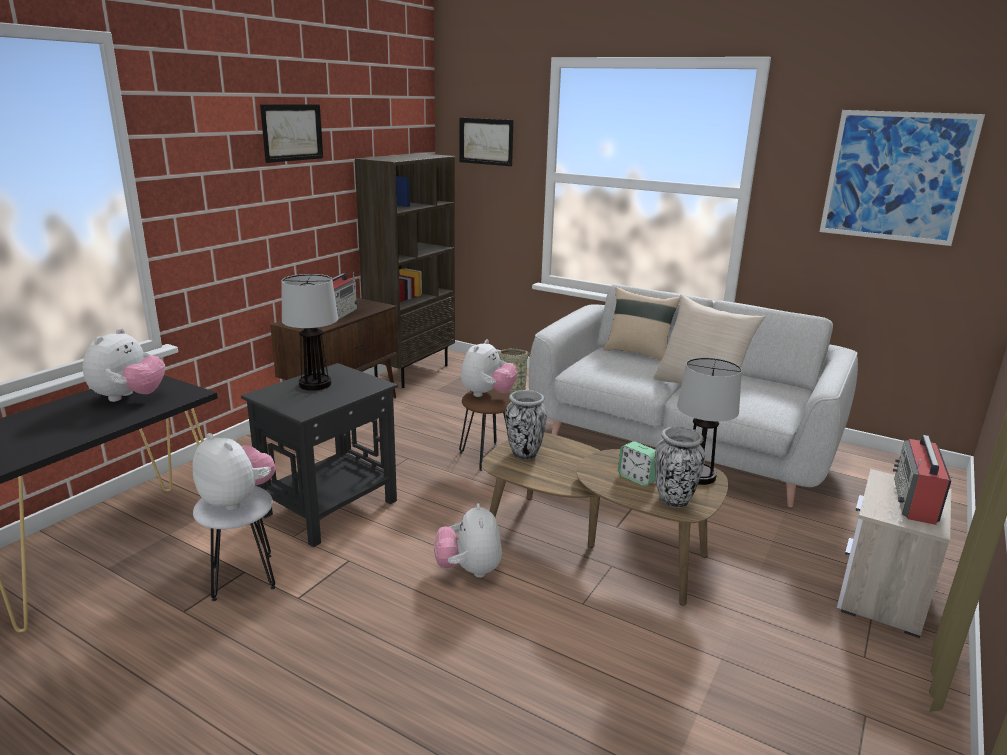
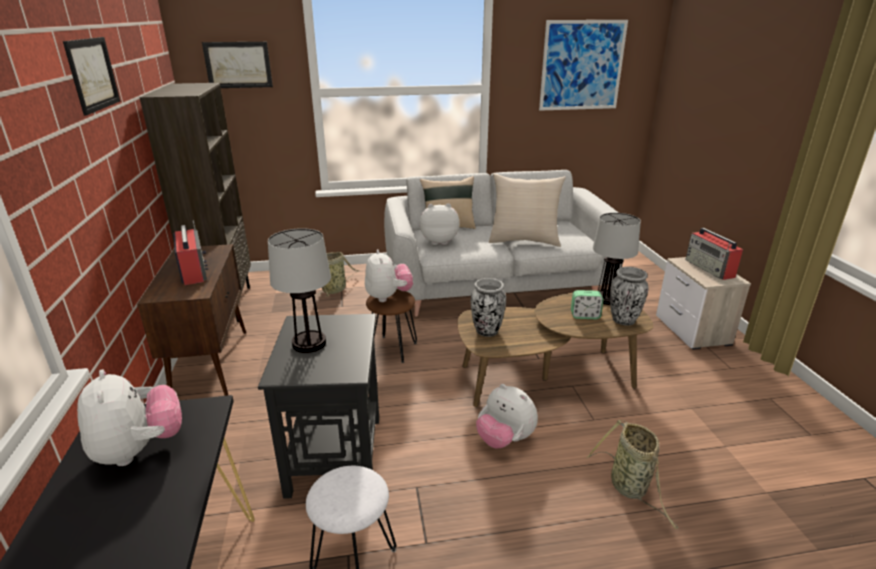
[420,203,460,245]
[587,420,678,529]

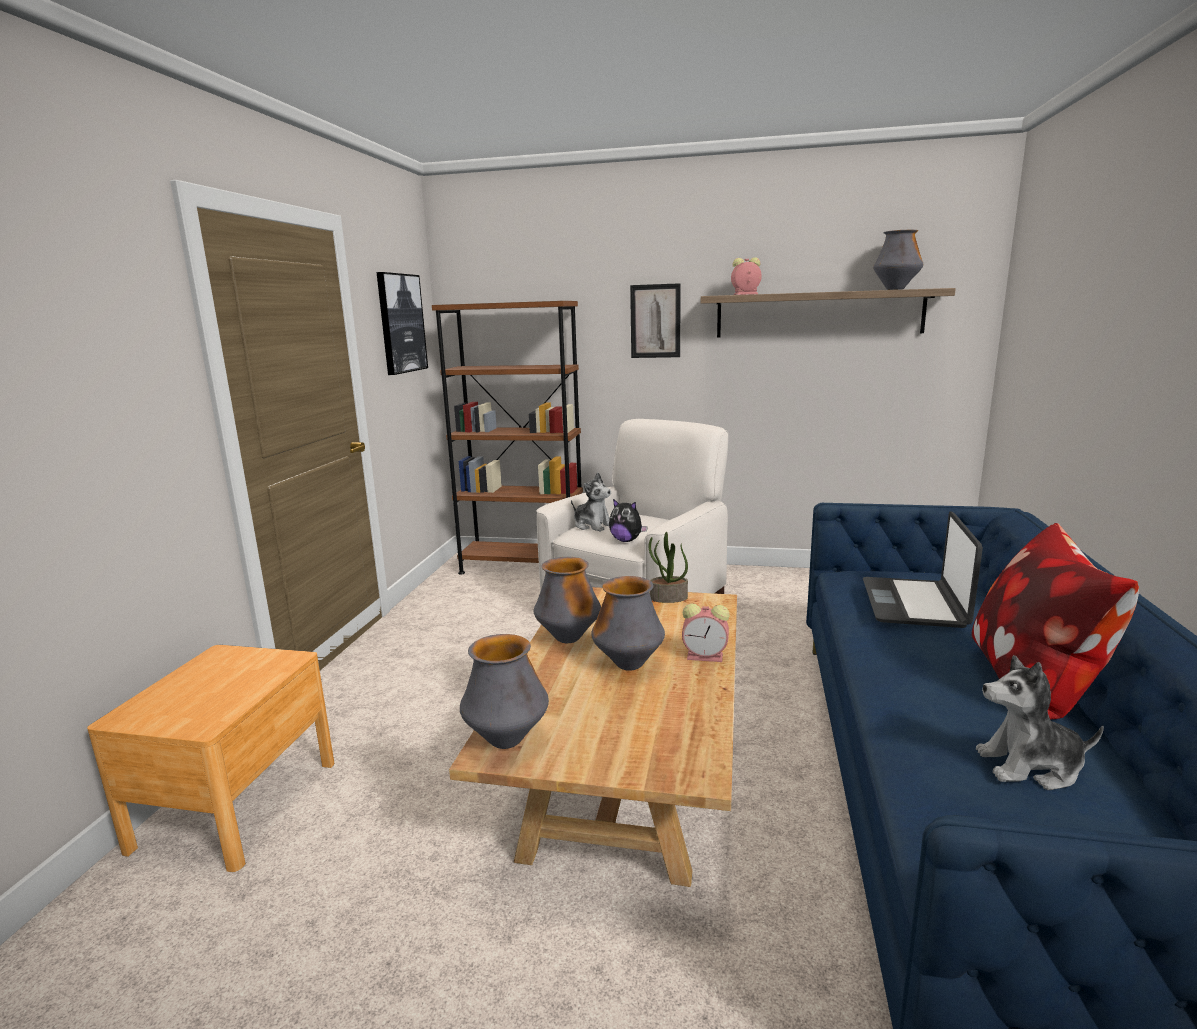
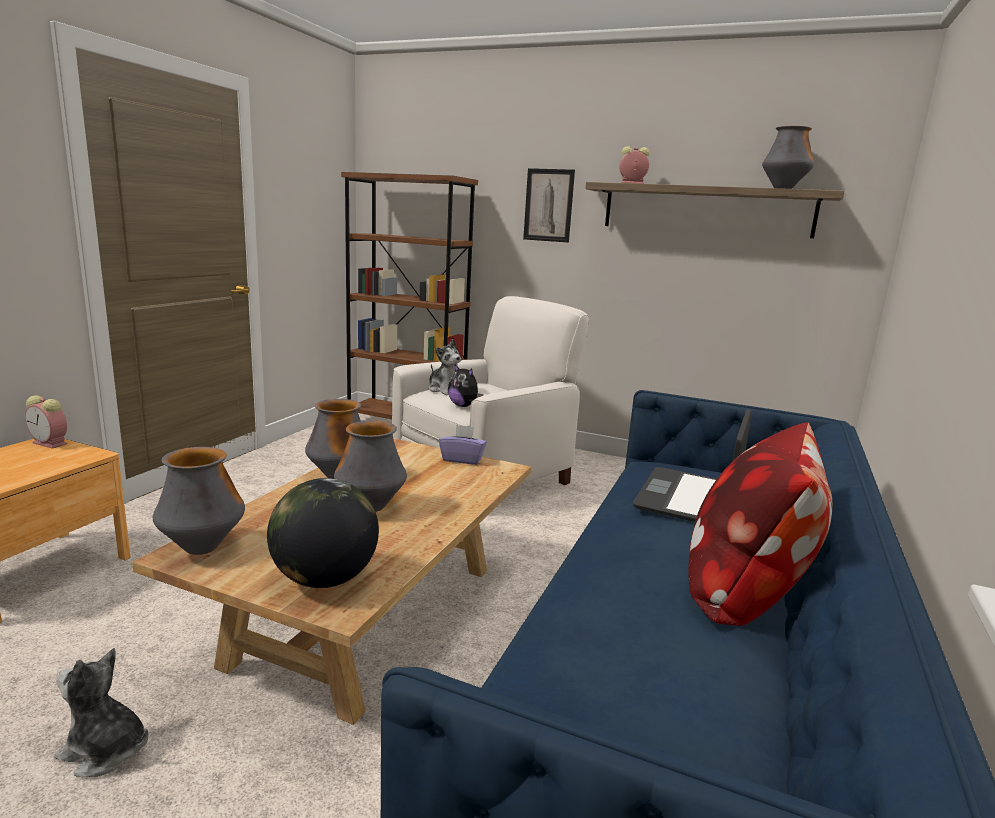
[25,395,67,448]
[54,648,149,777]
[267,478,379,588]
[439,425,487,465]
[377,272,428,375] (first image)

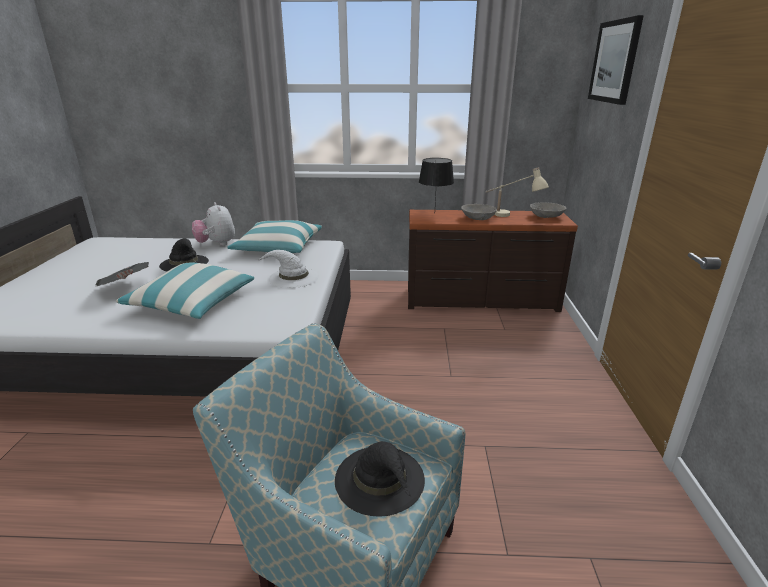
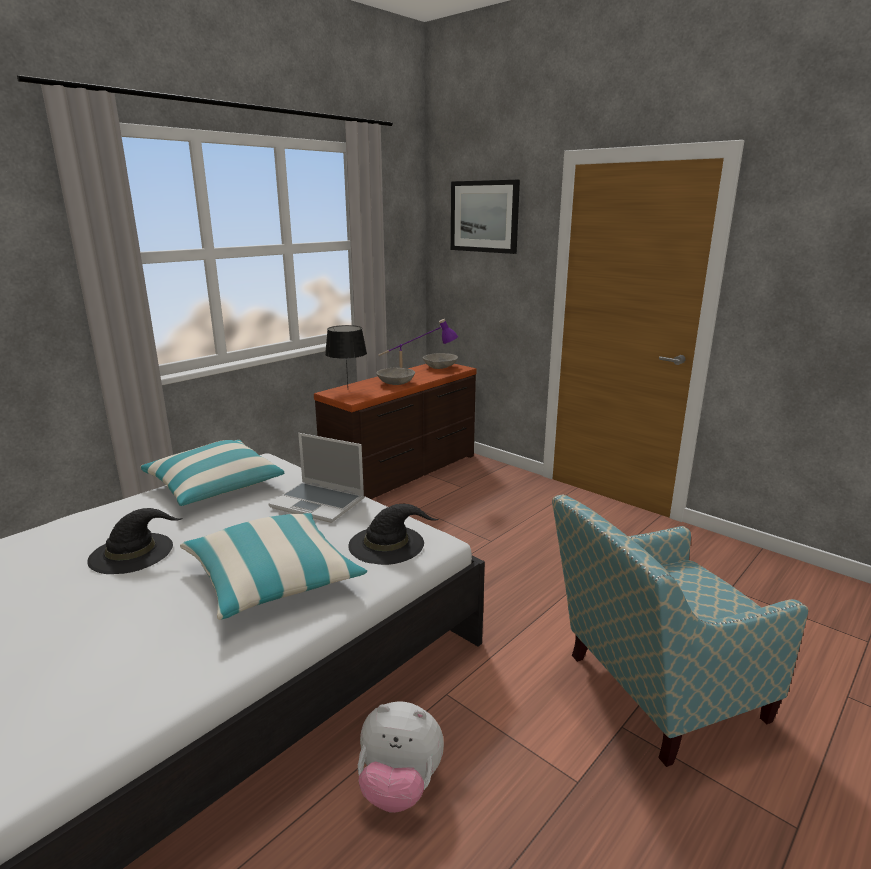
[268,433,364,523]
[348,504,439,565]
[358,701,444,813]
[378,319,458,368]
[95,262,149,286] (first image)

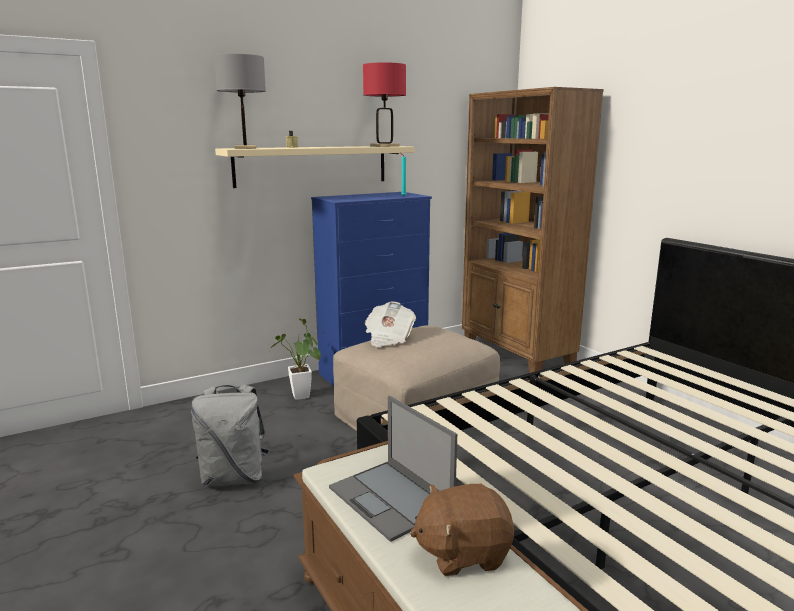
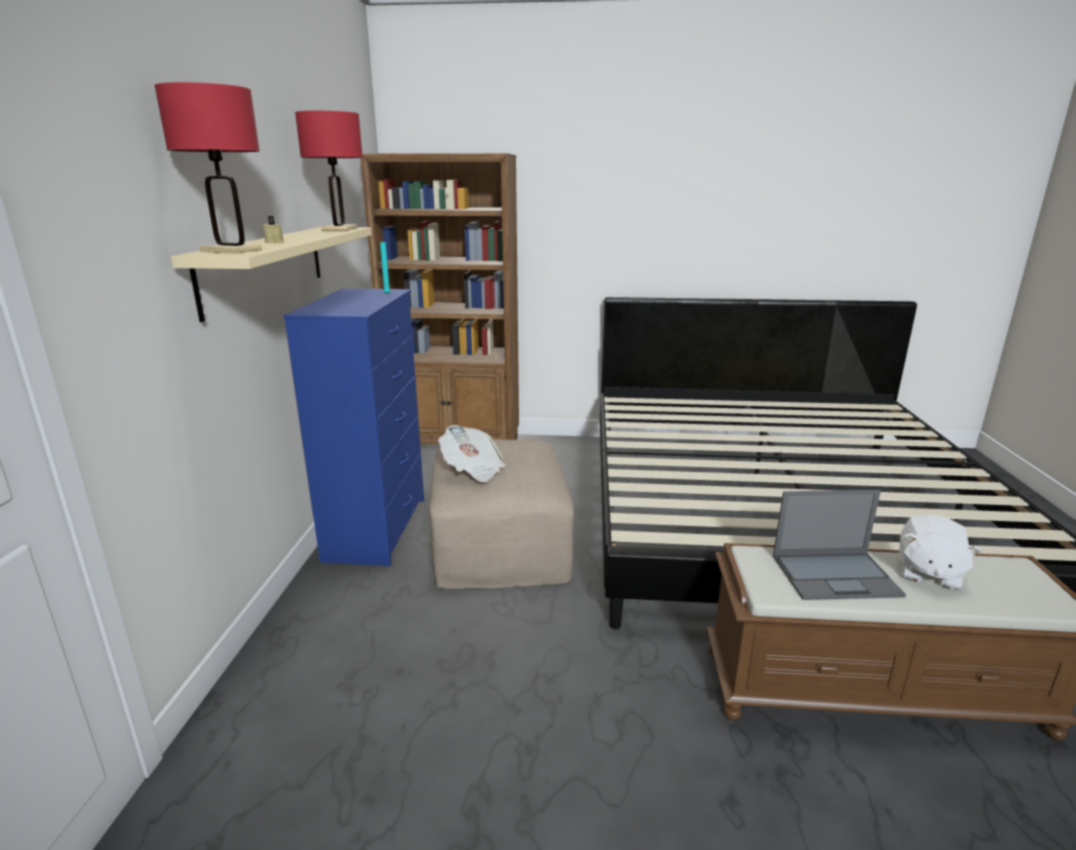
[154,82,262,254]
[899,515,981,590]
[191,384,269,486] (first image)
[269,318,321,400] (first image)

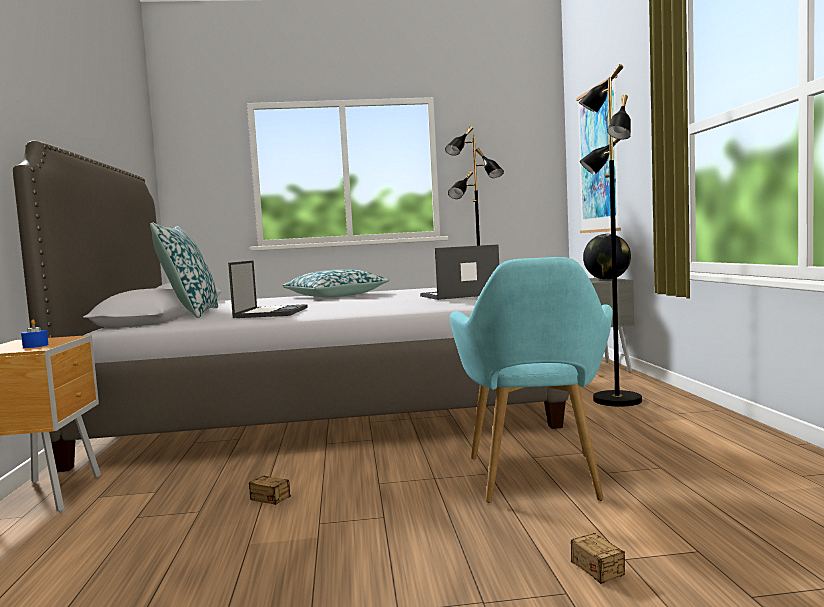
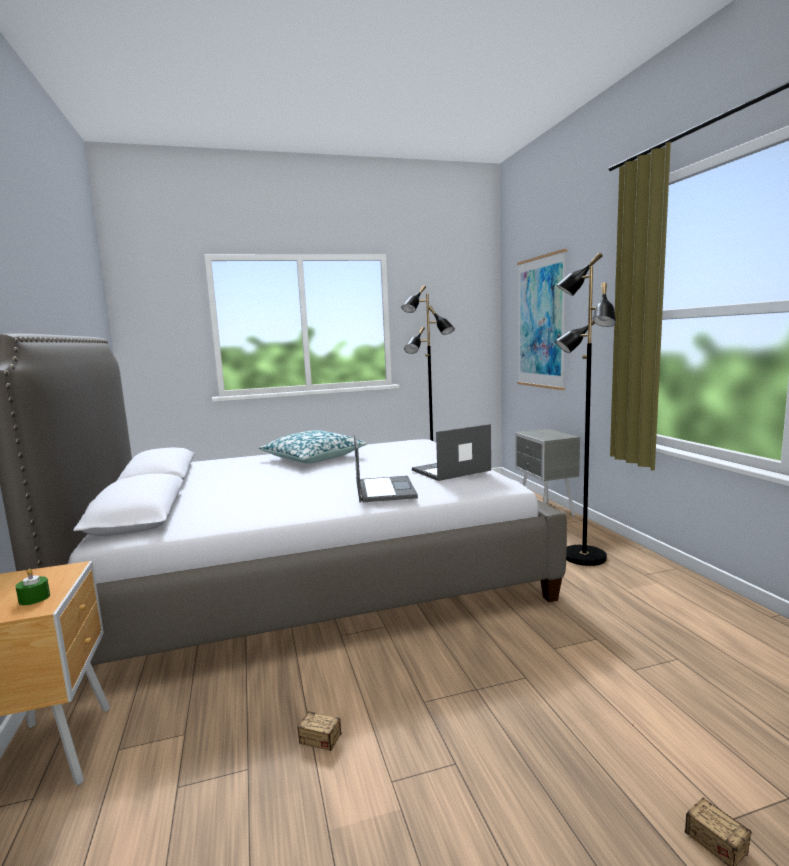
[15,569,50,605]
[354,434,418,503]
[150,223,218,318] (first image)
[450,257,613,503] (first image)
[583,234,631,280] (first image)

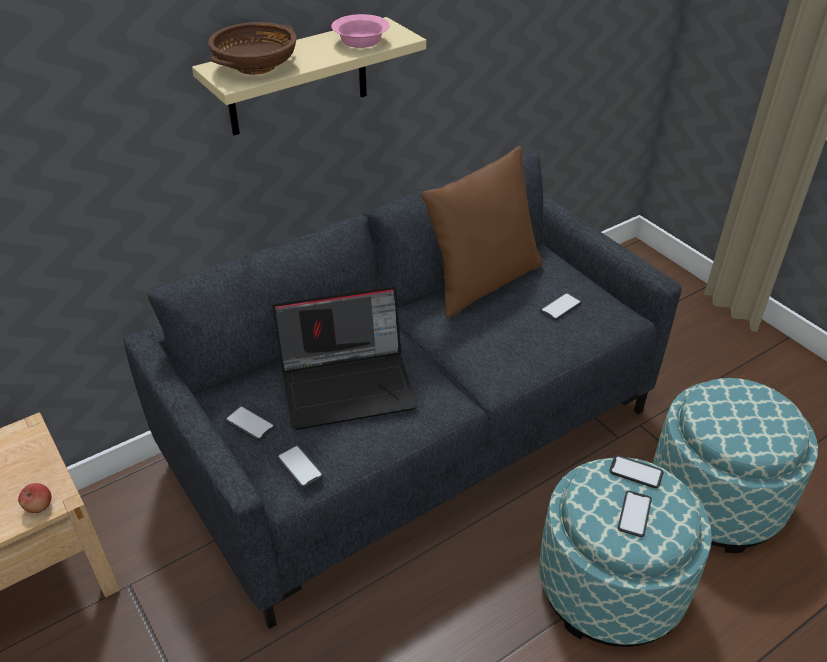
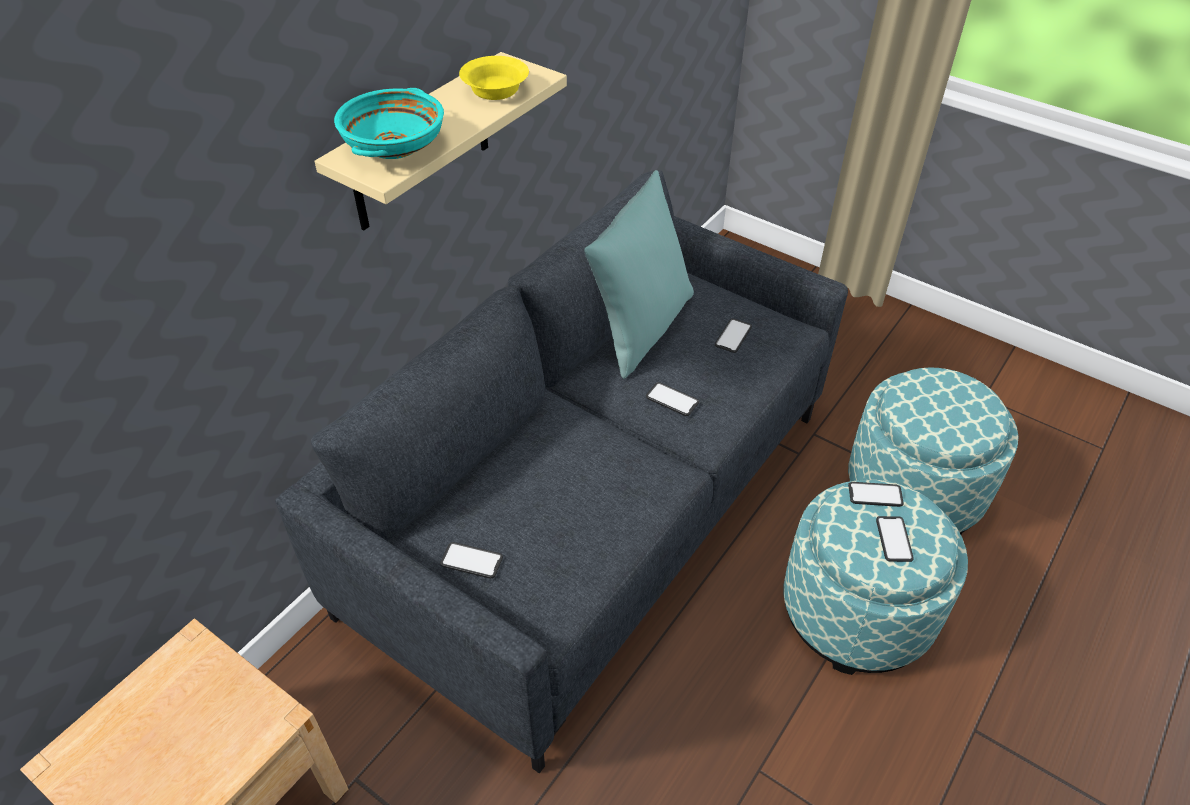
[334,88,444,159]
[459,56,529,100]
[584,170,694,379]
[646,382,699,416]
[18,483,51,513] (first image)
[272,287,418,430] (first image)

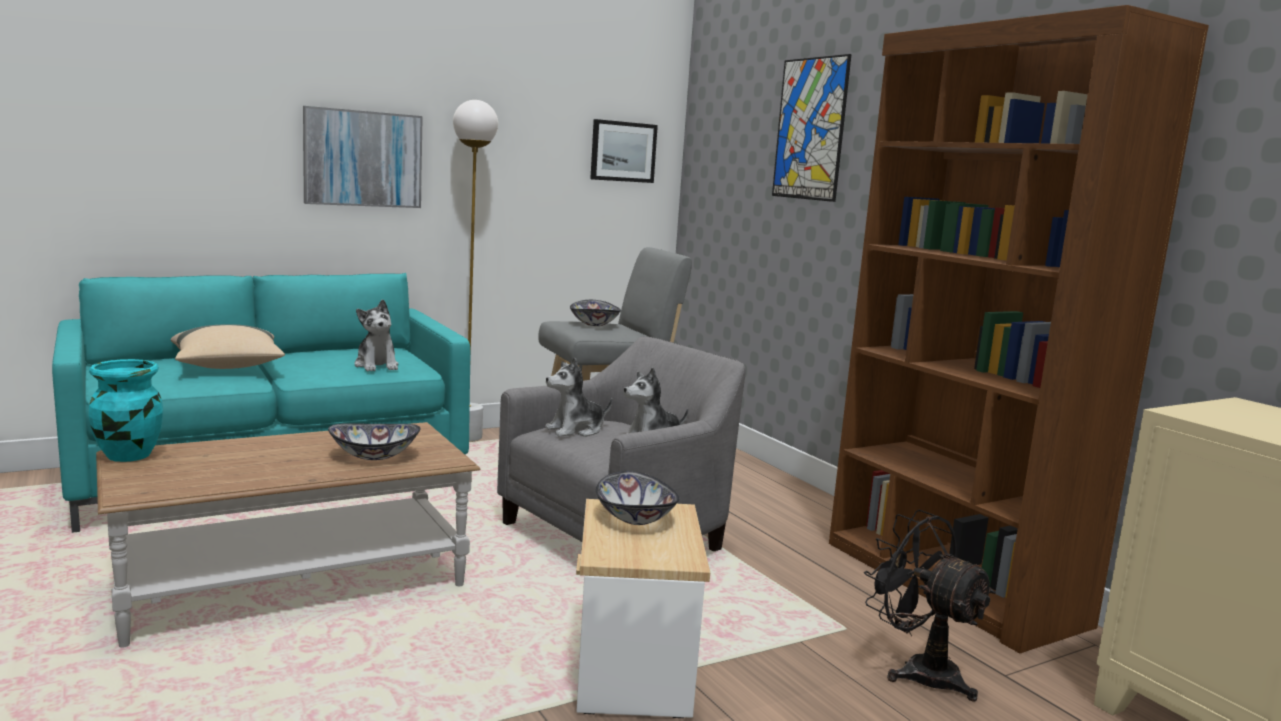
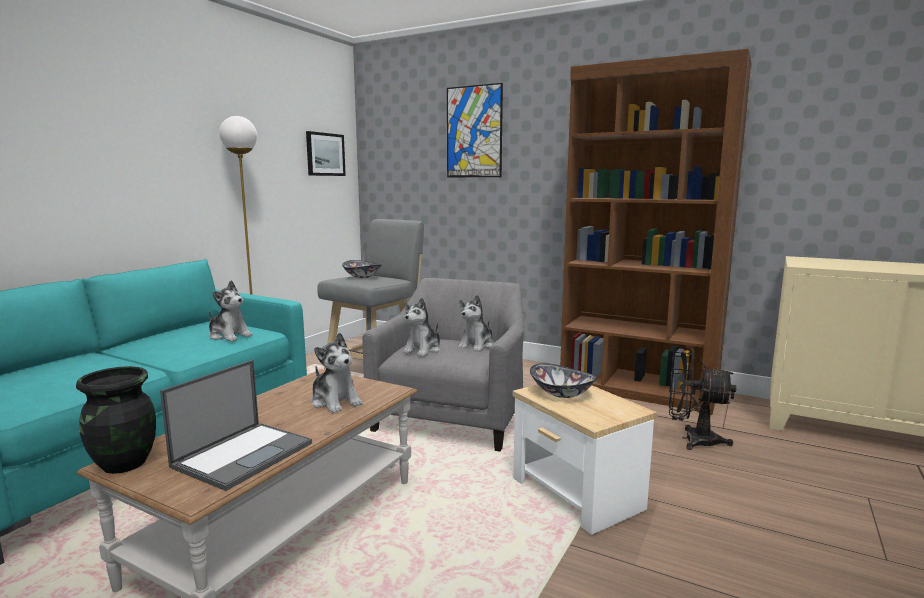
[76,366,156,474]
[160,360,312,491]
[311,333,363,413]
[170,324,285,369] (first image)
[303,106,423,208] (first image)

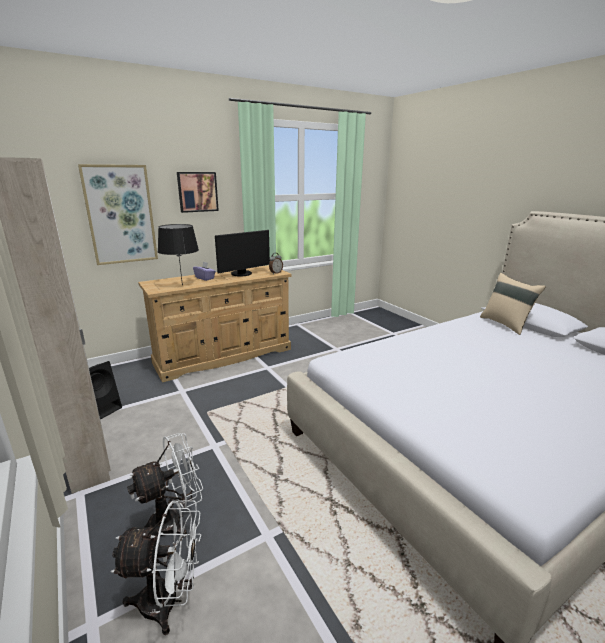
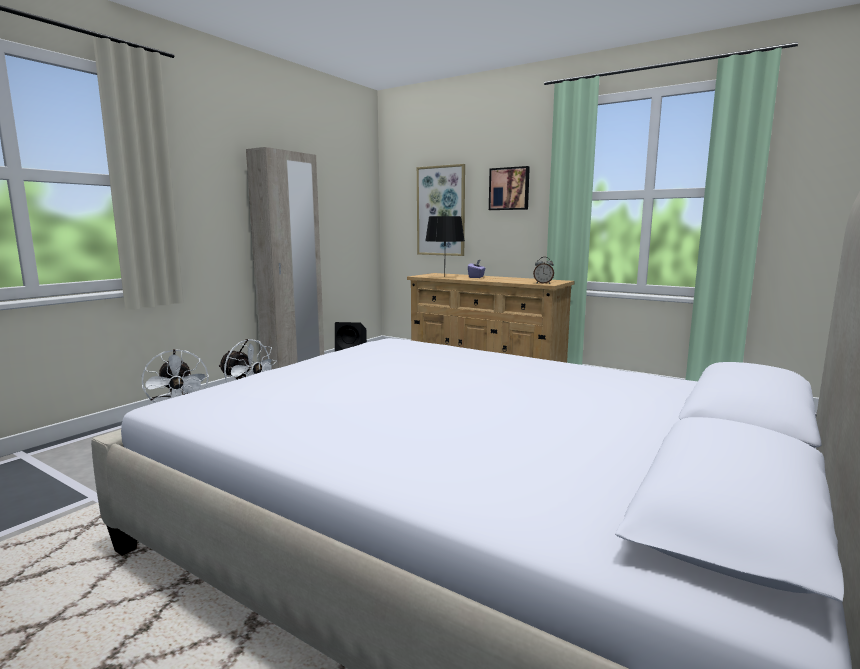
[215,230,270,277] (first image)
[480,273,546,335] (first image)

